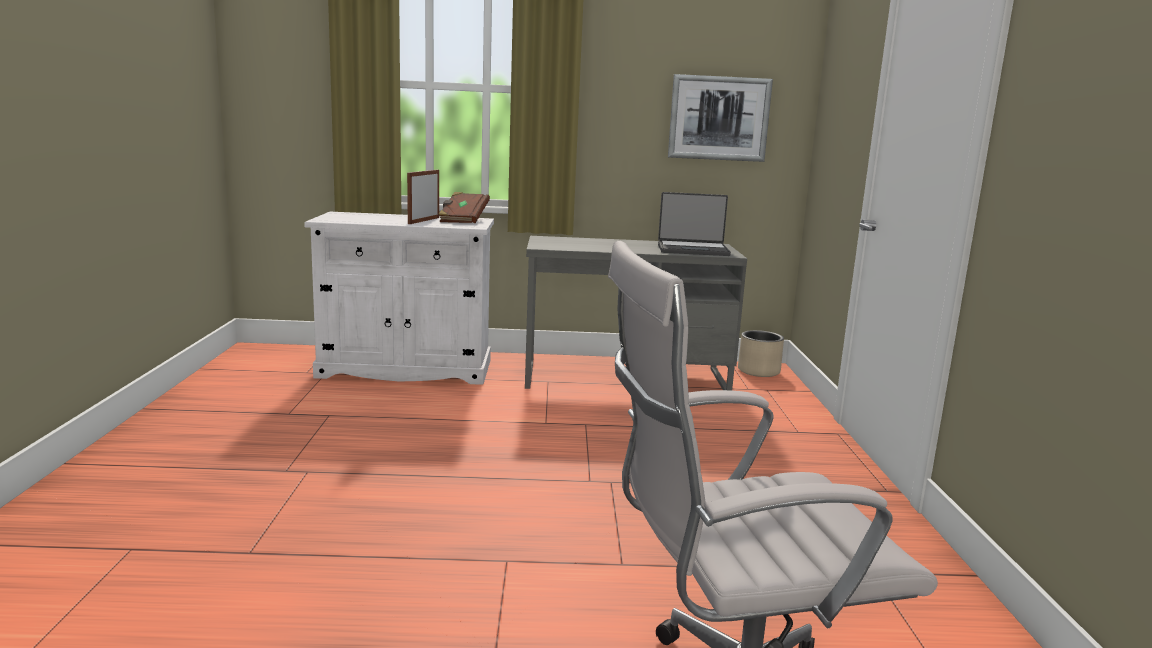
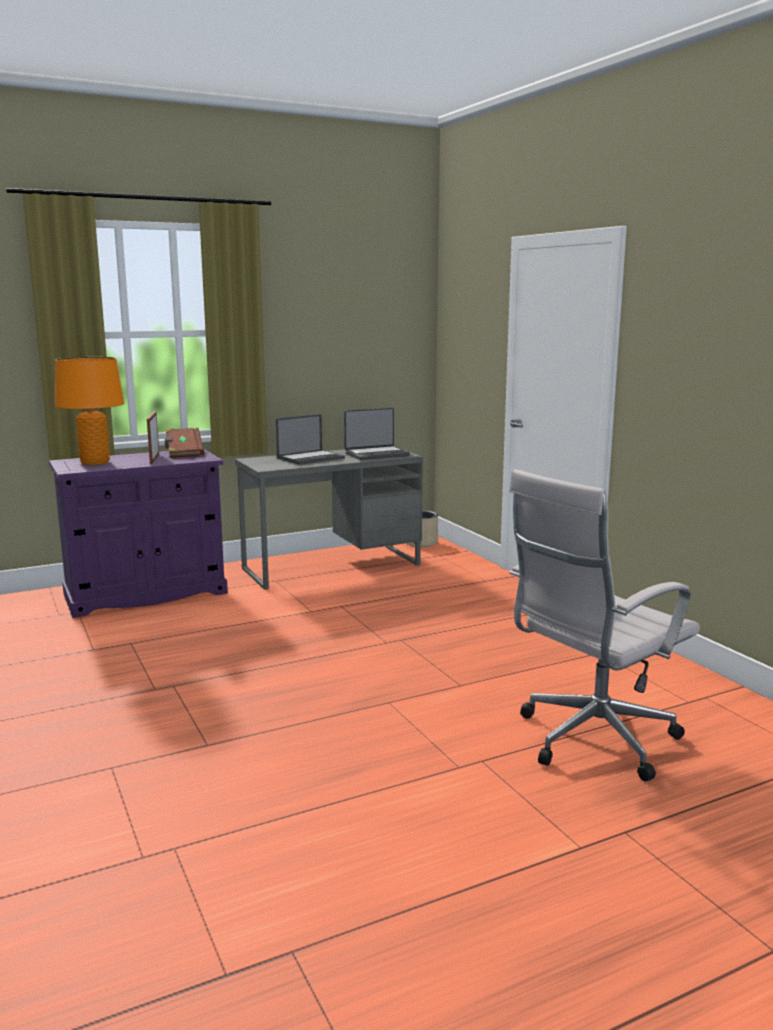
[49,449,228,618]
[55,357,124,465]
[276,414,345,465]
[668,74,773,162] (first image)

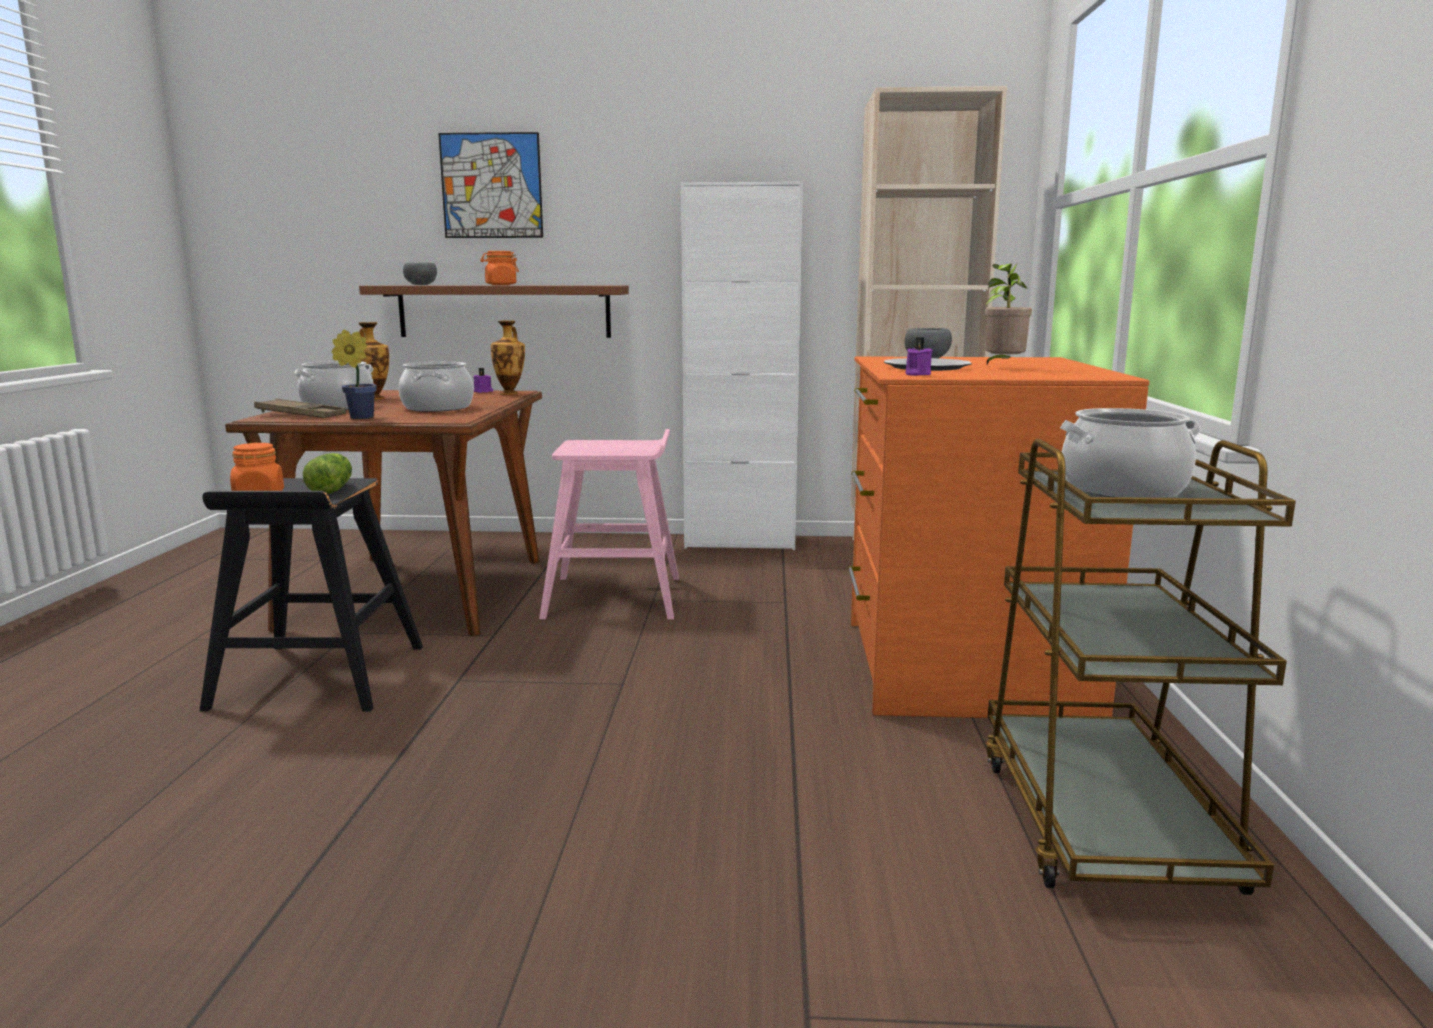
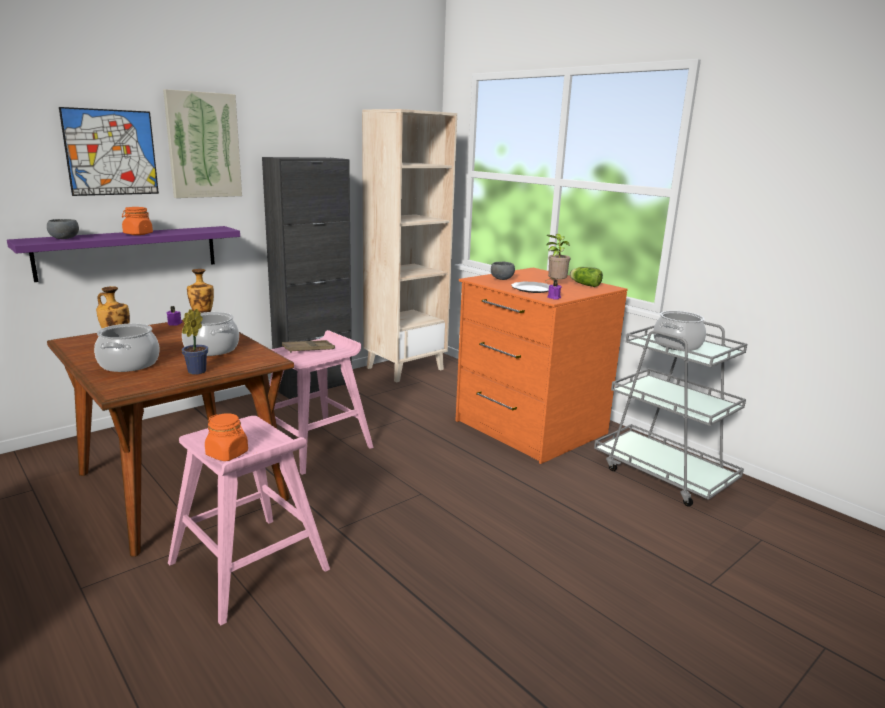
[7,226,240,282]
[163,89,242,198]
[168,416,330,625]
[262,157,352,399]
[282,340,335,353]
[570,267,603,287]
[594,321,747,507]

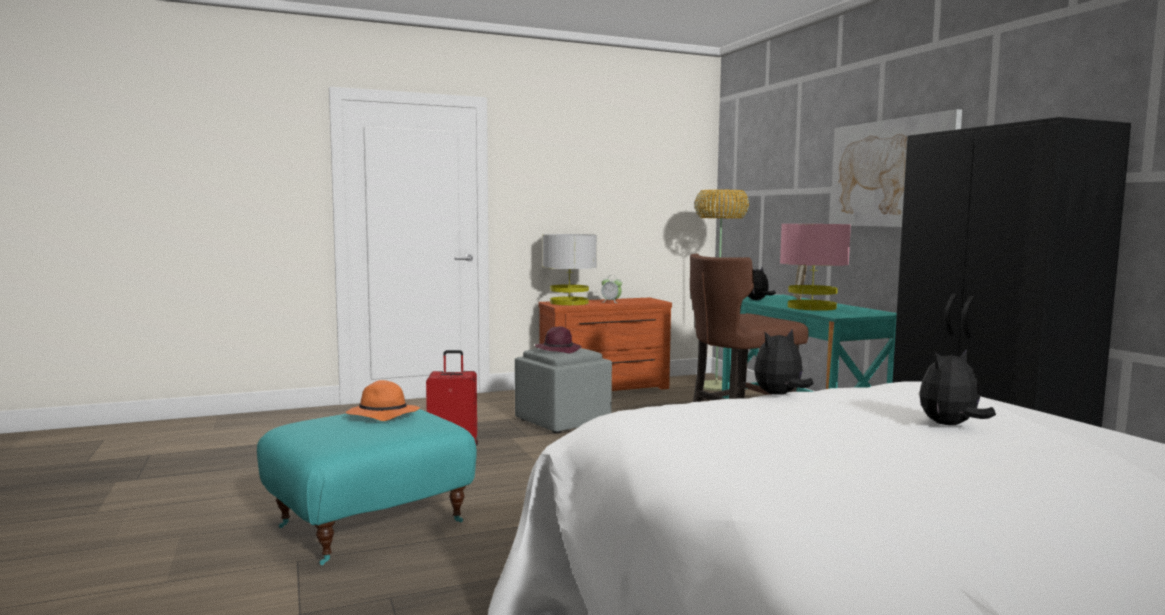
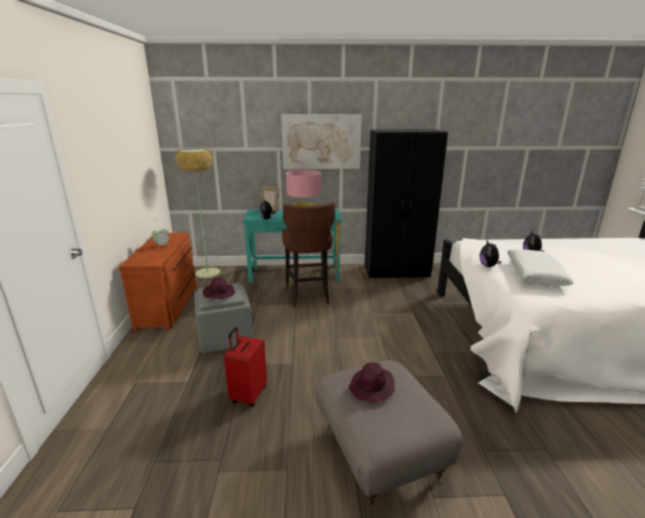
[315,360,462,511]
[349,362,395,402]
[507,249,573,286]
[543,234,597,305] (first image)

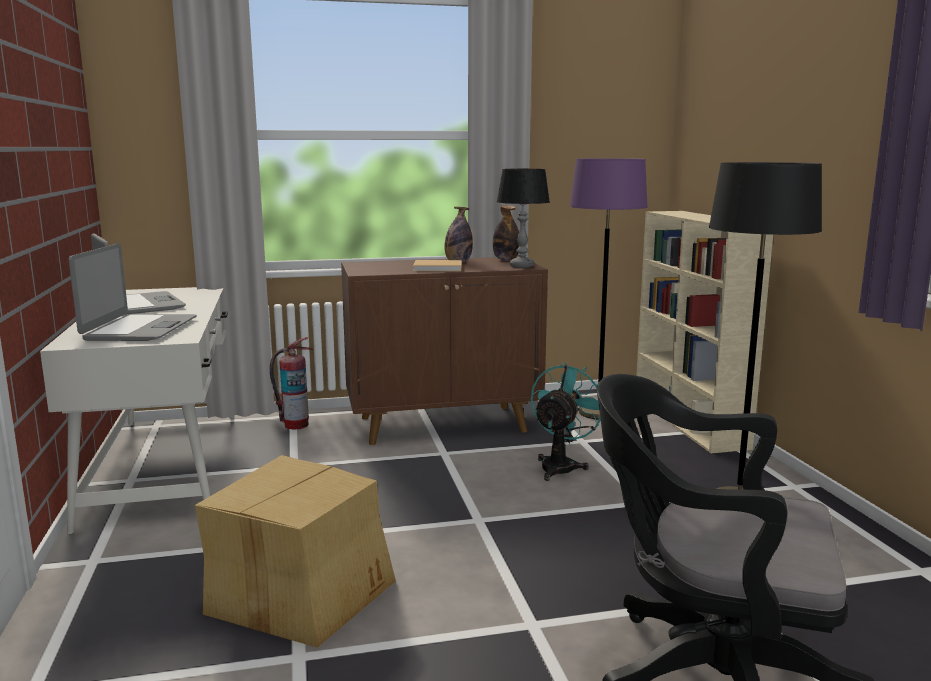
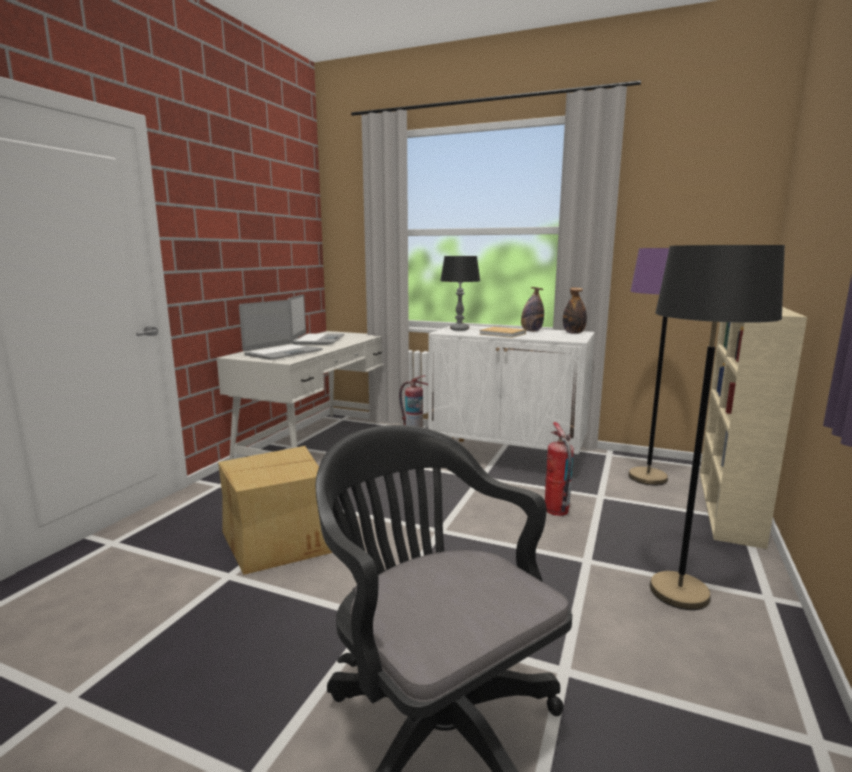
[428,325,595,454]
[440,256,480,331]
[545,422,574,516]

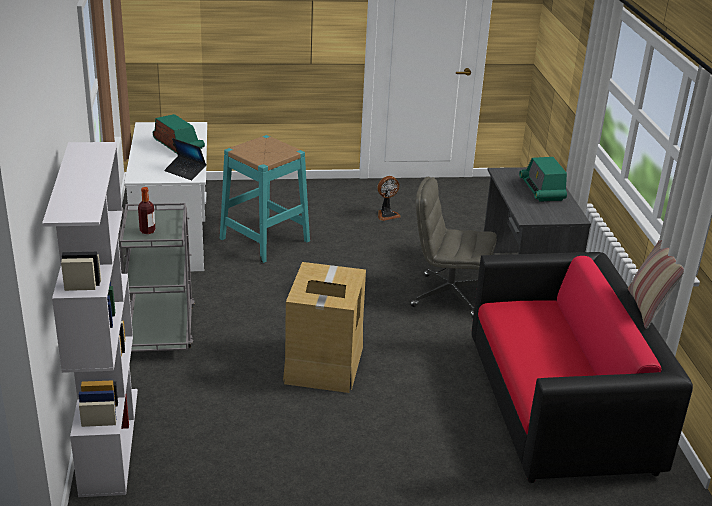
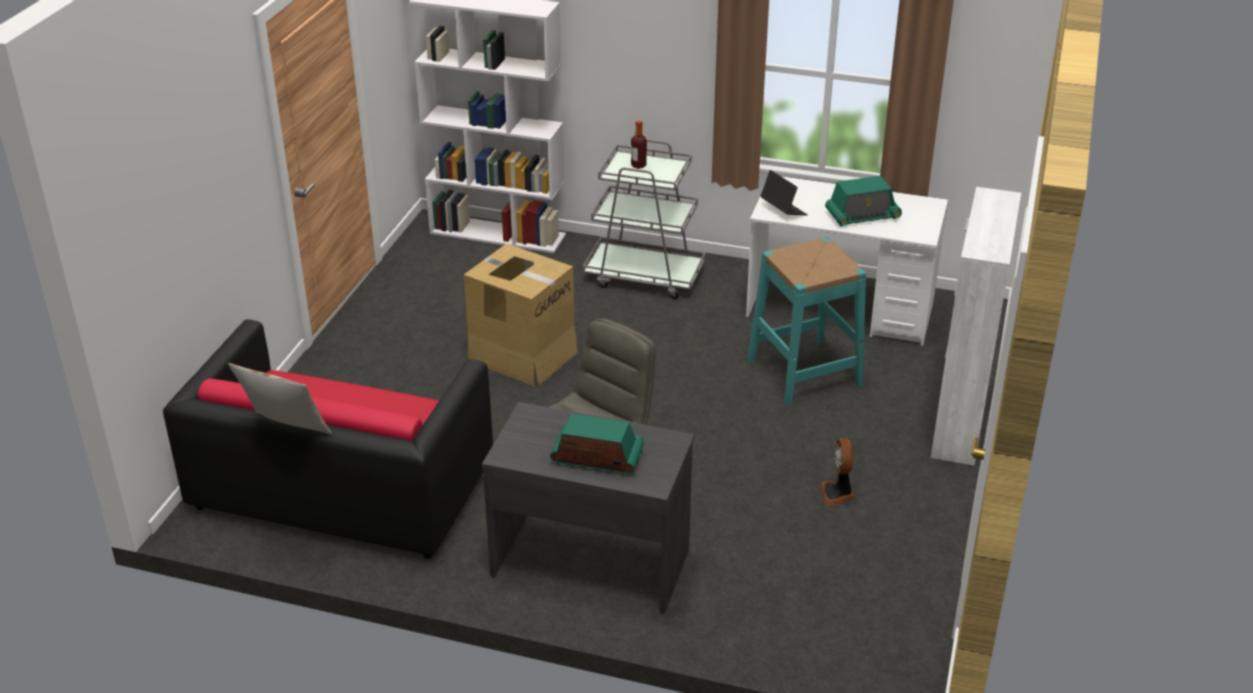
[760,170,808,216]
[931,187,1021,466]

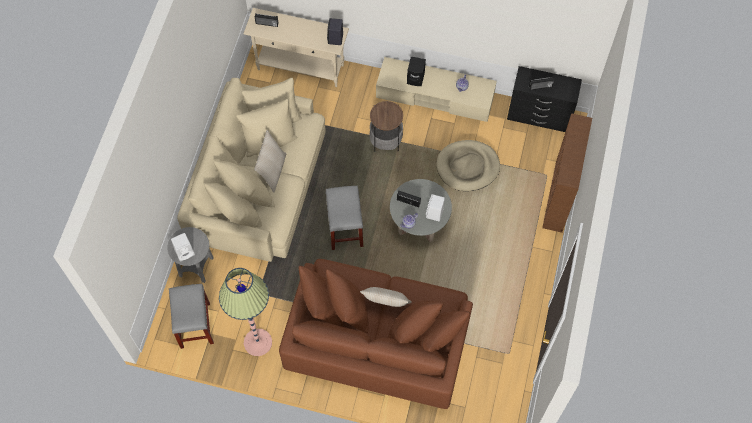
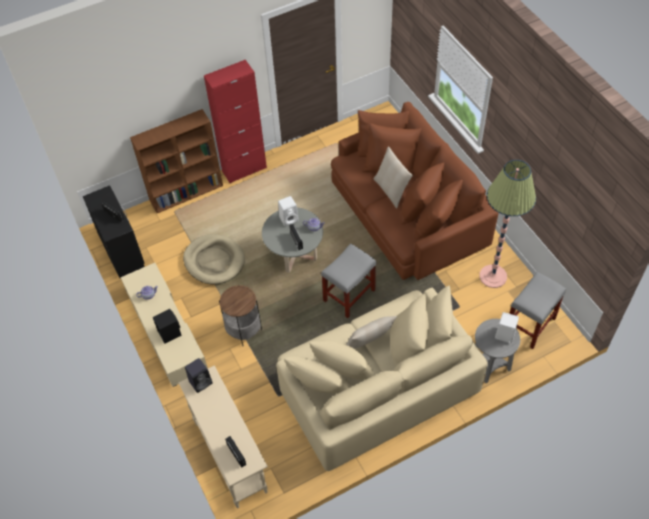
[204,60,267,183]

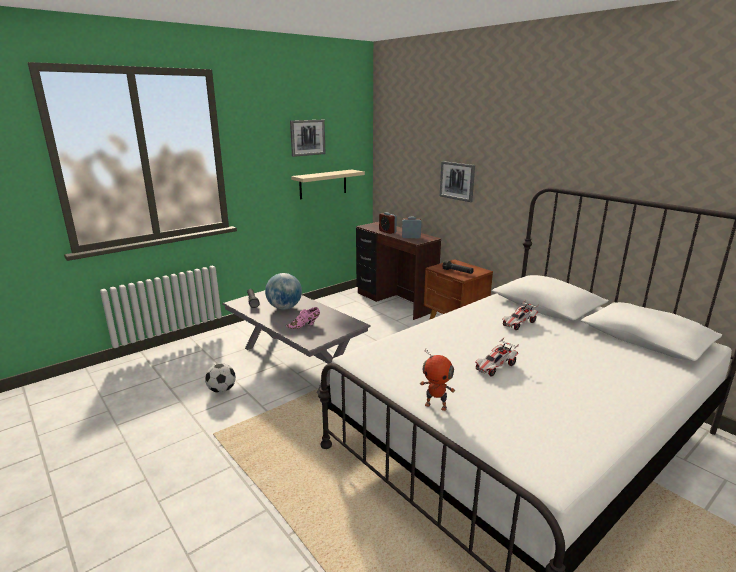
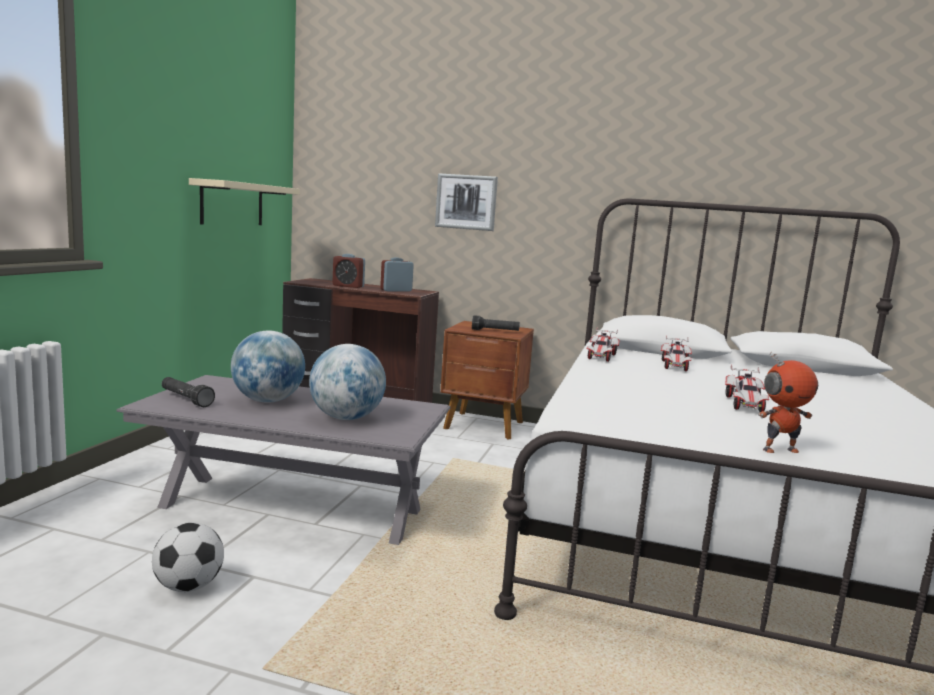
[309,344,386,420]
[587,327,619,362]
[290,120,326,157] (first image)

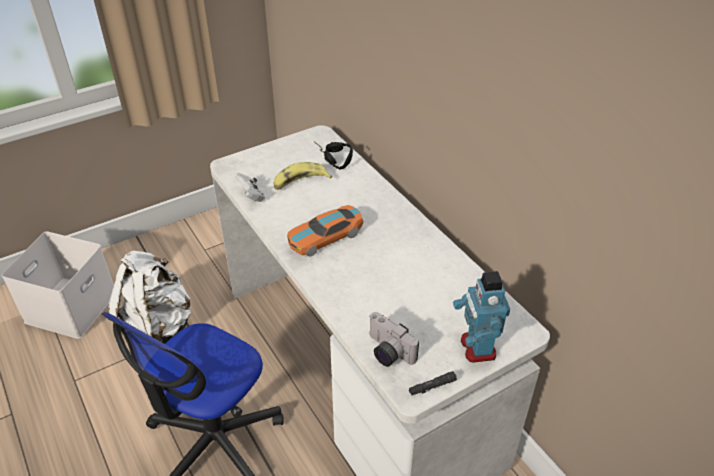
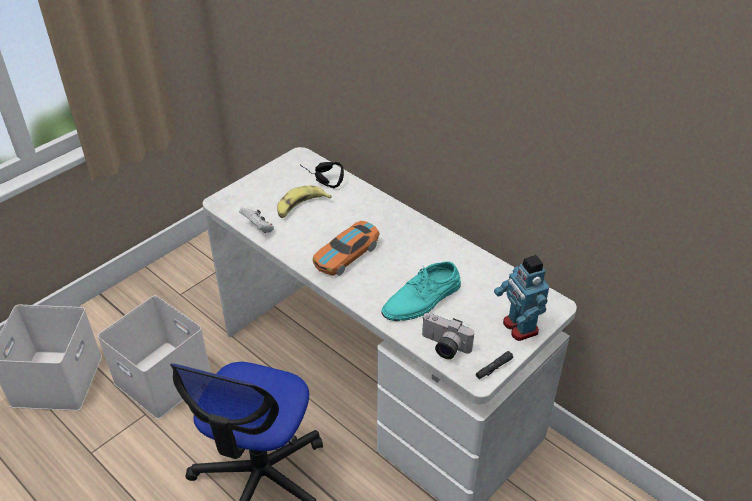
[98,296,211,419]
[381,261,461,321]

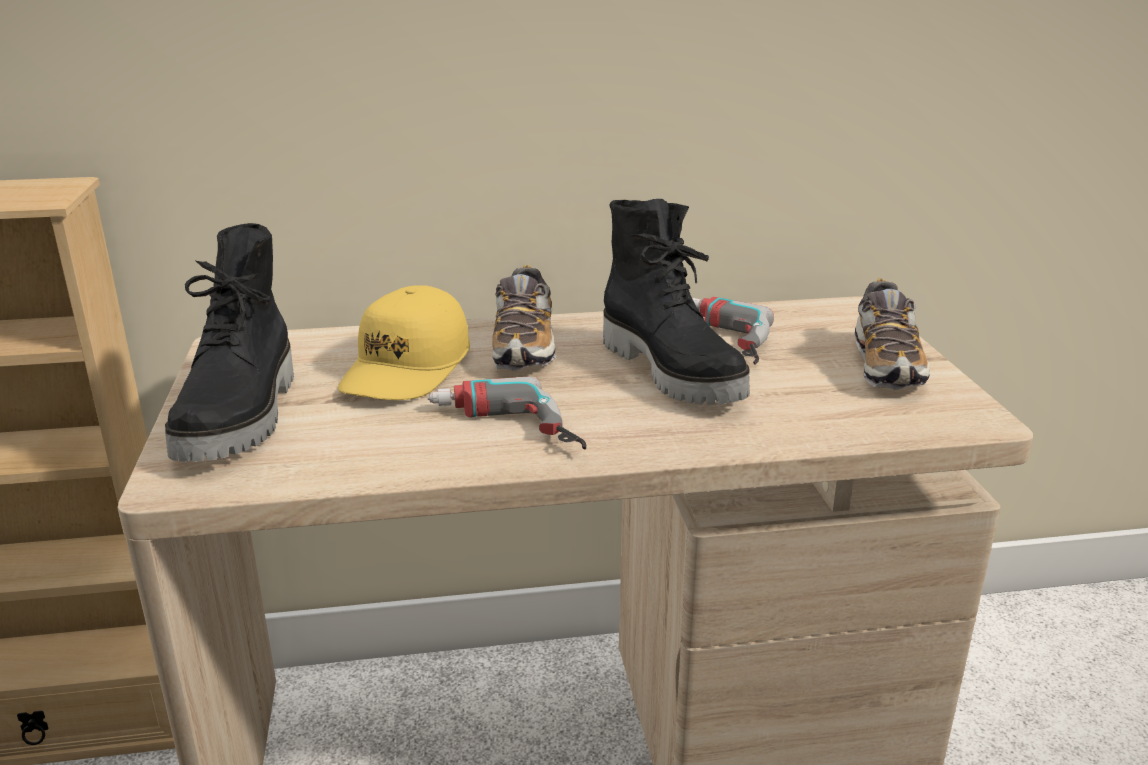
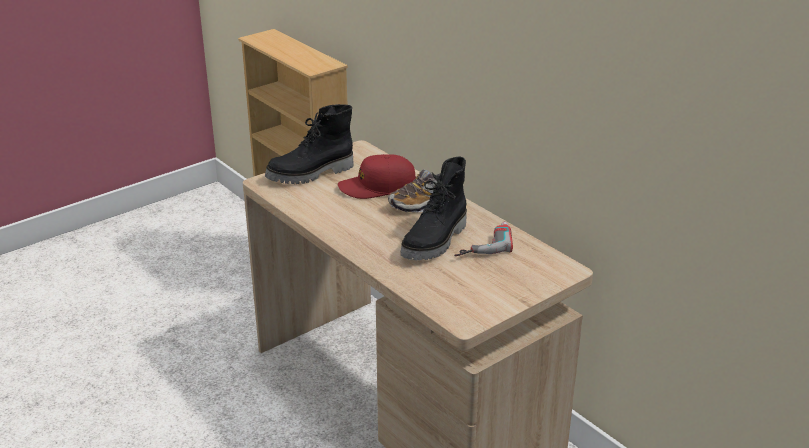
[338,154,416,199]
[428,376,587,450] (first image)
[854,279,930,390] (first image)

